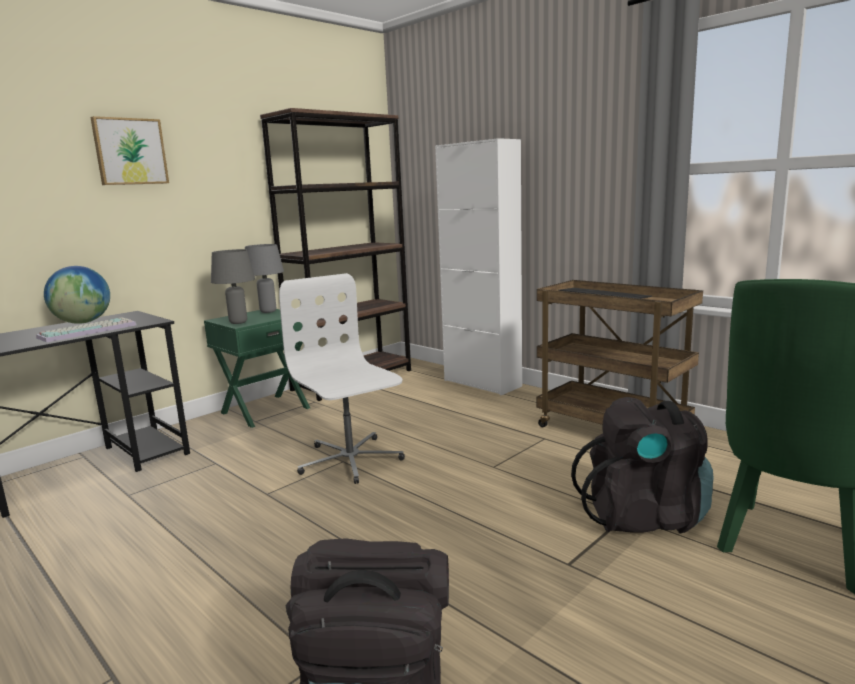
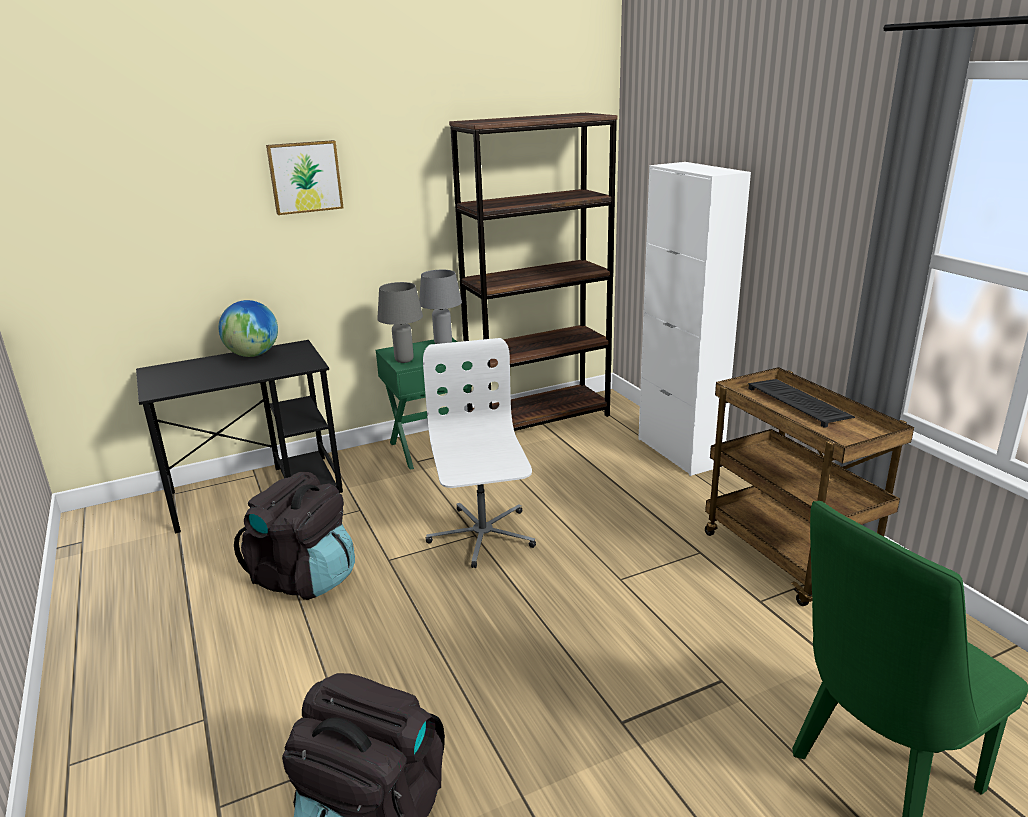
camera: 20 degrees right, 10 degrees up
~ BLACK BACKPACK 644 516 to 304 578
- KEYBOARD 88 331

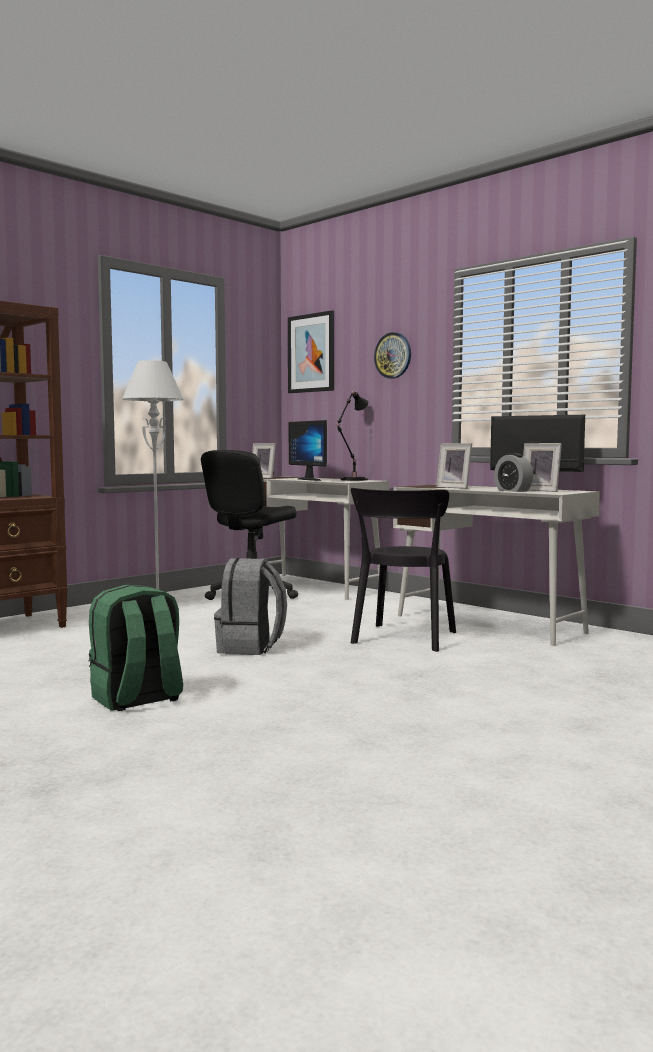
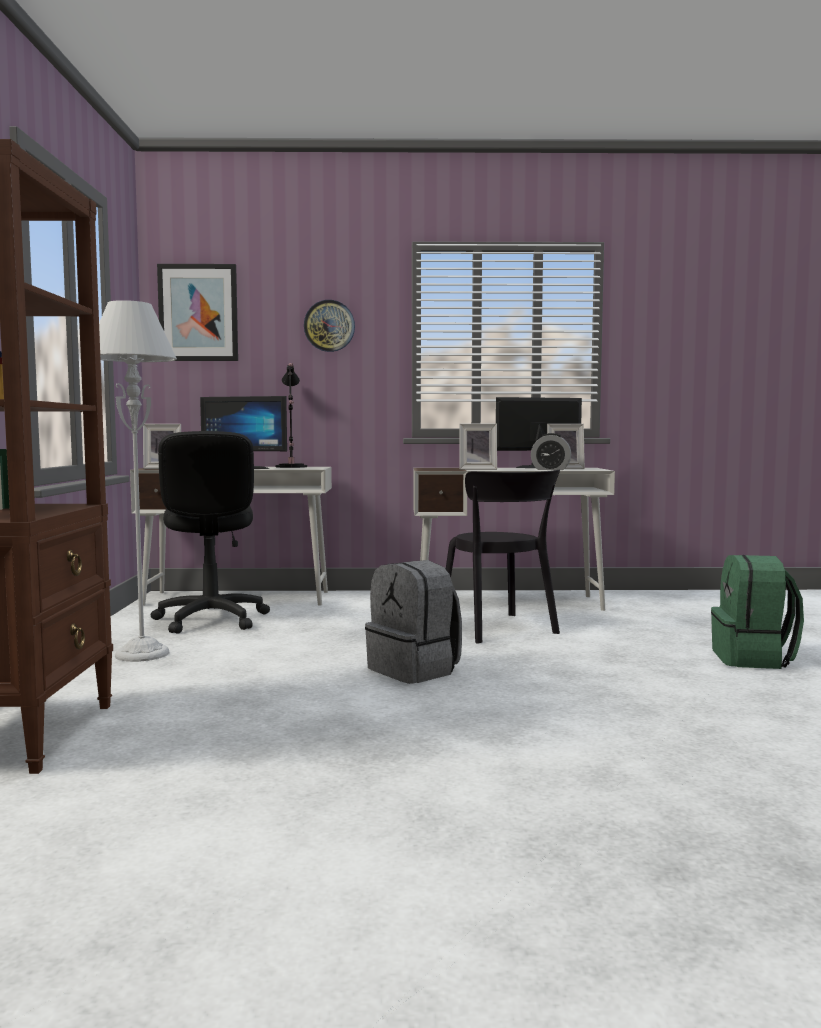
camera: 45 degrees left, 0 degrees up
~ GREEN BACKPACK 137 699 to 753 659

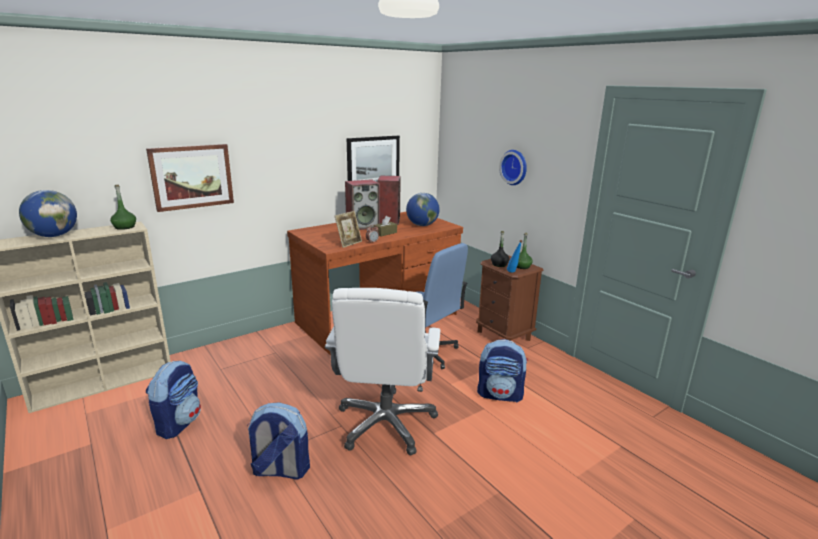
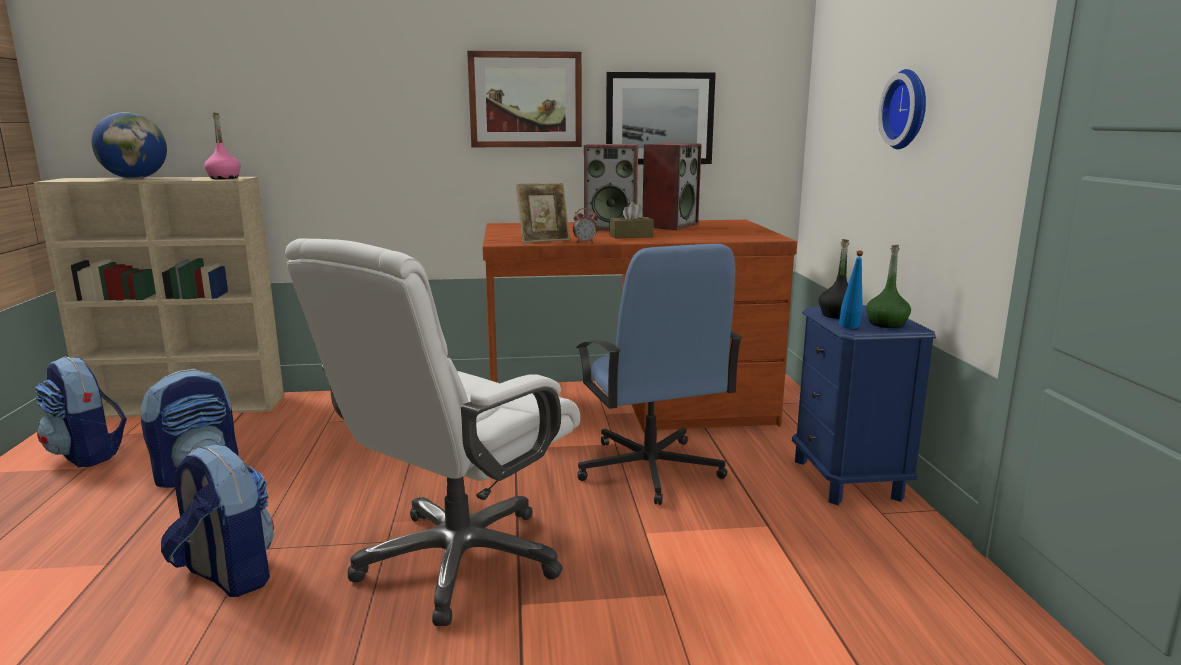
camera: 30 degrees right, 5 degrees down
~ BACKPACK 500 394 to 87 455
~ GREEN BOTTLE 124 227 to PINK BOTTLE 224 178
~ PICTURE 192 176 to 525 100
~ BROWN NIGHTSTAND 503 335 to BLUE NIGHTSTAND 847 479
- GLOBE 422 225

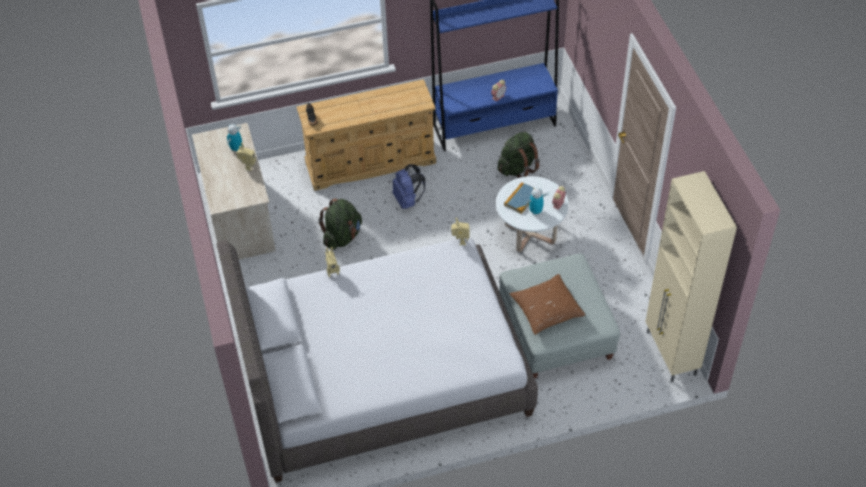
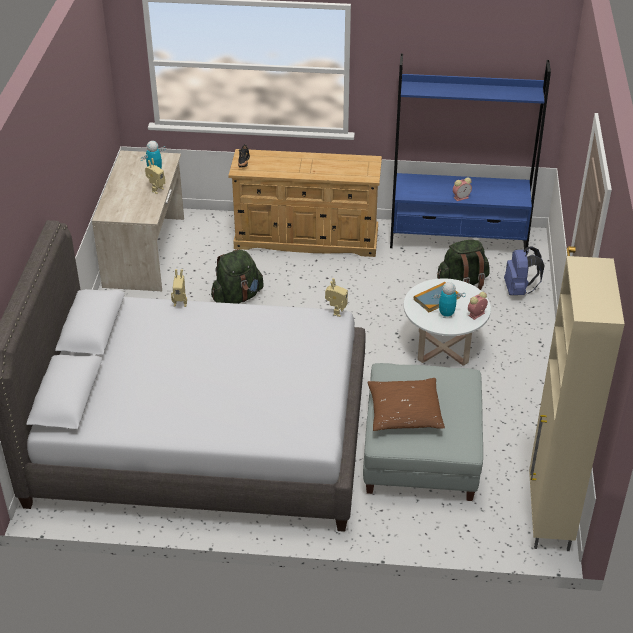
camera: 20 degrees right, 10 degrees down
~ BLUE BACKPACK 408 200 to 519 290

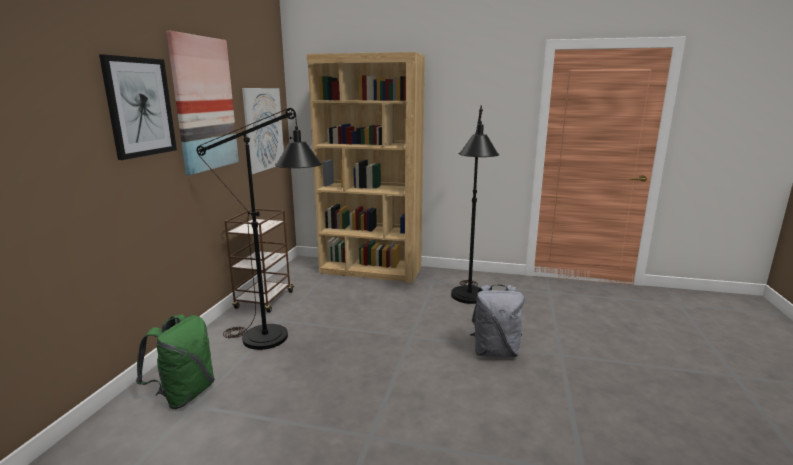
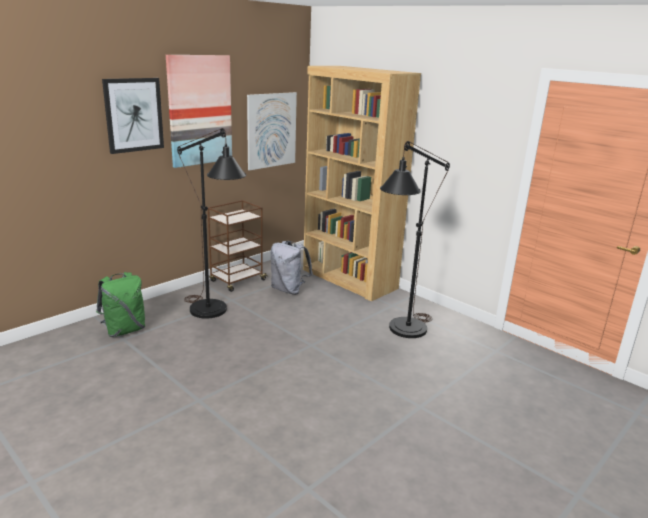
camera: 30 degrees right, 5 degrees up
~ GREY BACKPACK 495 351 to 289 290

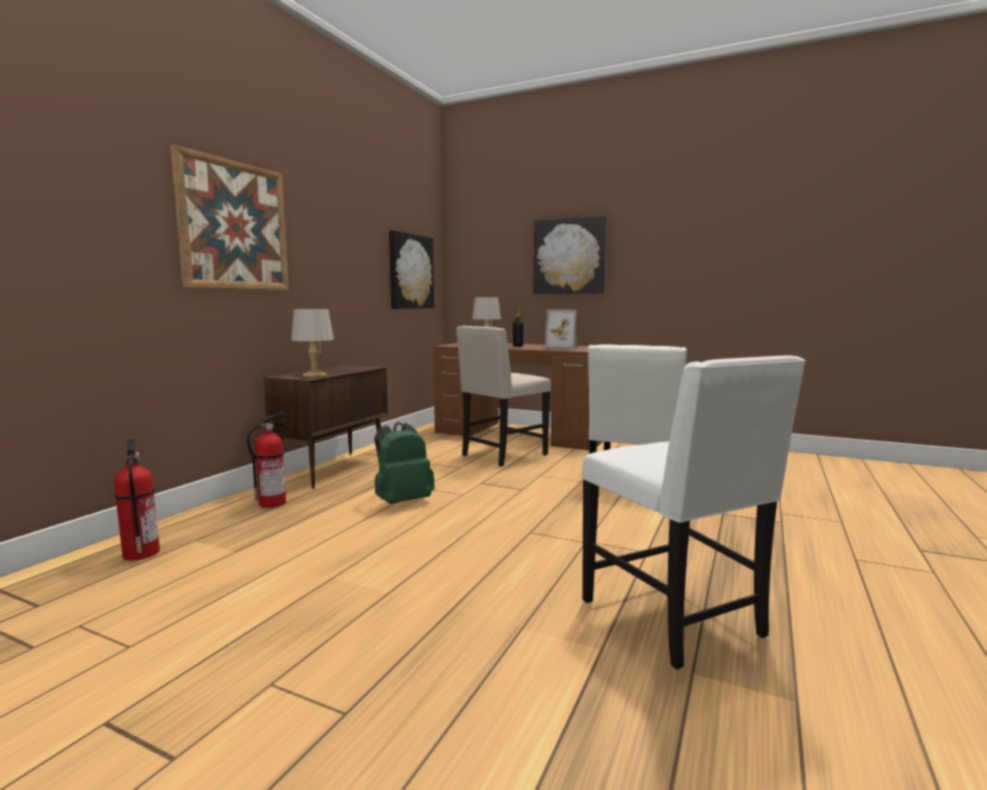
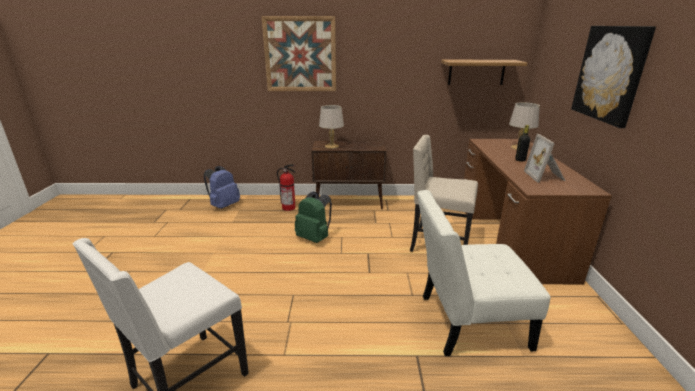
camera: 65 degrees right, 15 degrees up
~ FIRE EXTINGUISHER 140 553 to BLUE BACKPACK 224 206
~ PICTURE 410 271 to SHELF 476 72

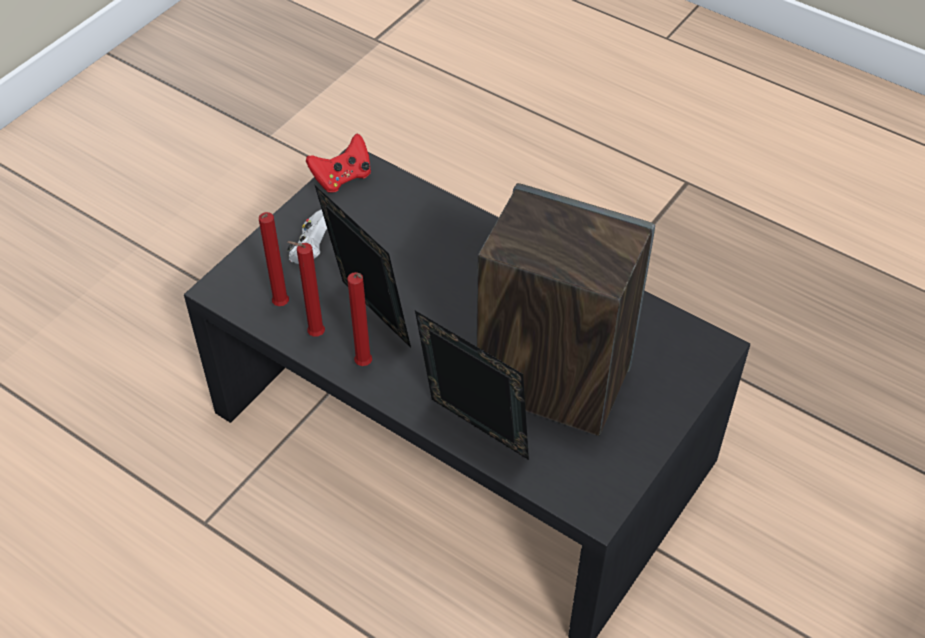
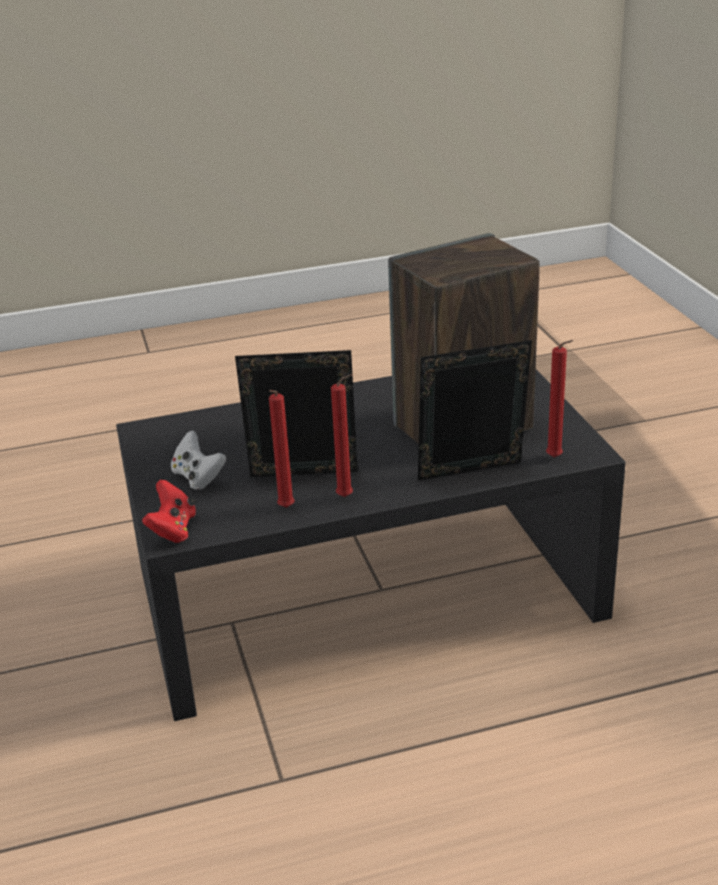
camera: 50 degrees left, 20 degrees down
~ RED GAME CONTROLLER 342 178 to 173 529
~ RED CANDLE 280 306 to 556 458

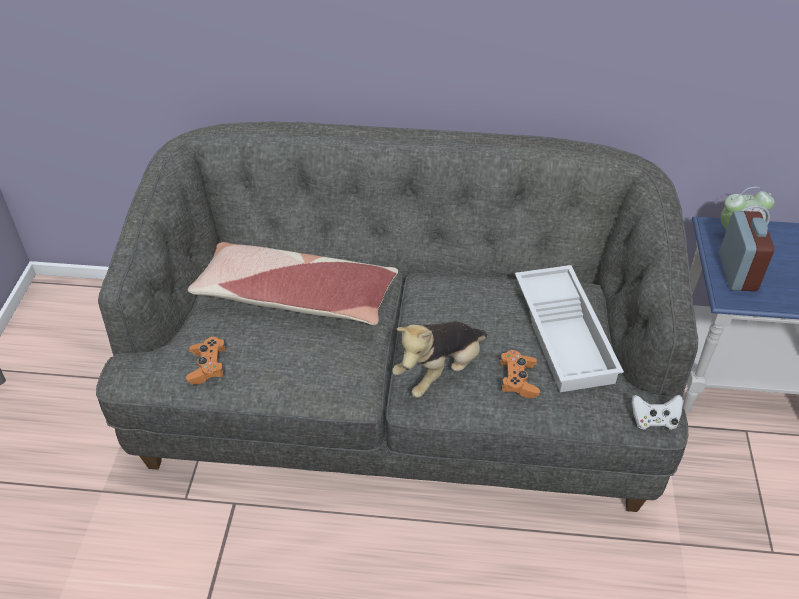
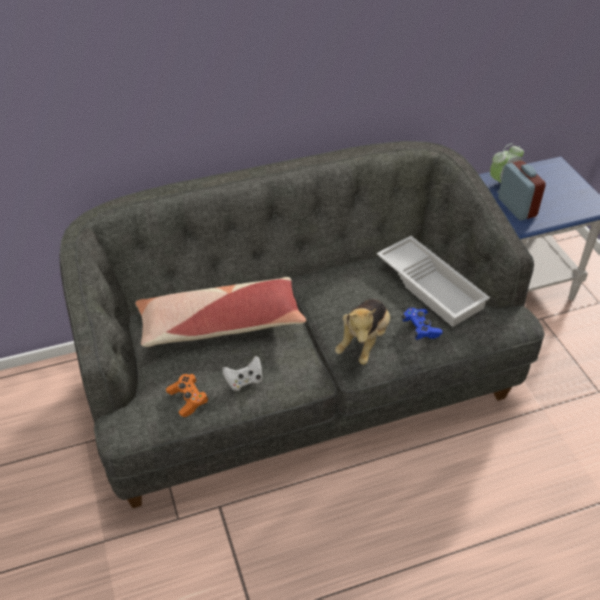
camera: 25 degrees left, 0 degrees up
~ WHITE GAME CONTROLLER 654 420 to 244 381
~ ORANGE GAME CONTROLLER 518 380 to BLUE GAME CONTROLLER 420 328

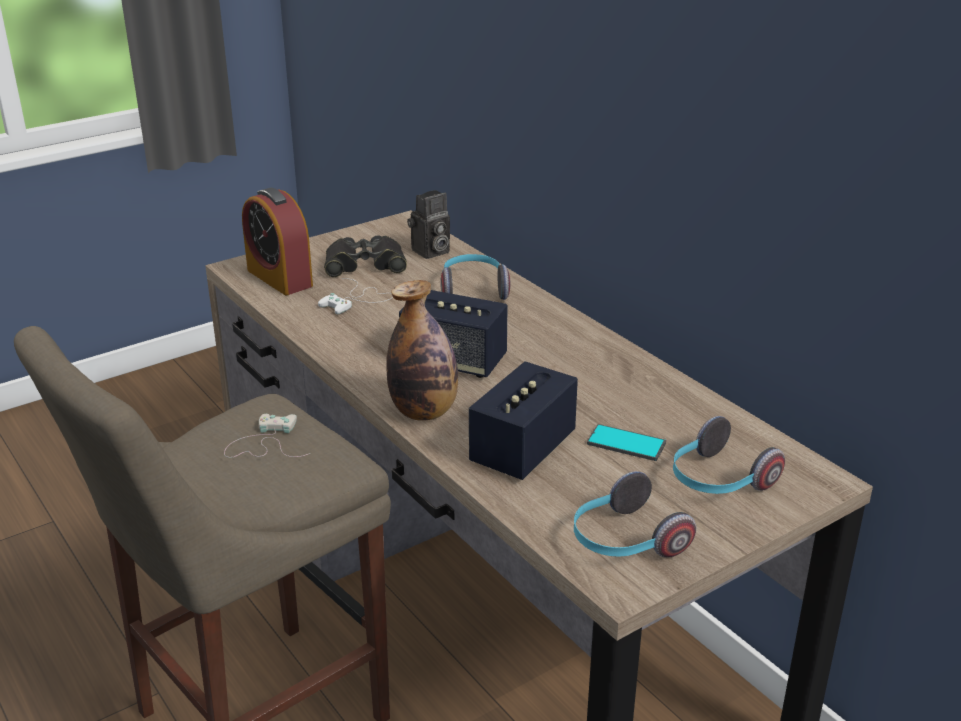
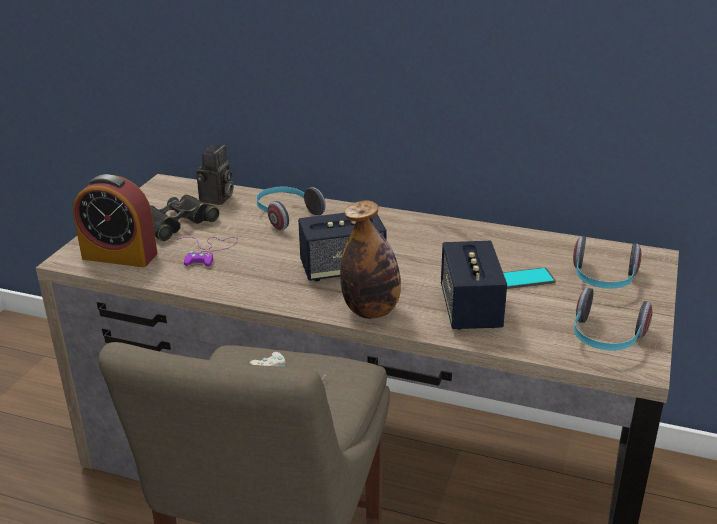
camera: 35 degrees left, 0 degrees up
~ WHITE GAME CONTROLLER 357 300 to PURPLE GAME CONTROLLER 209 251

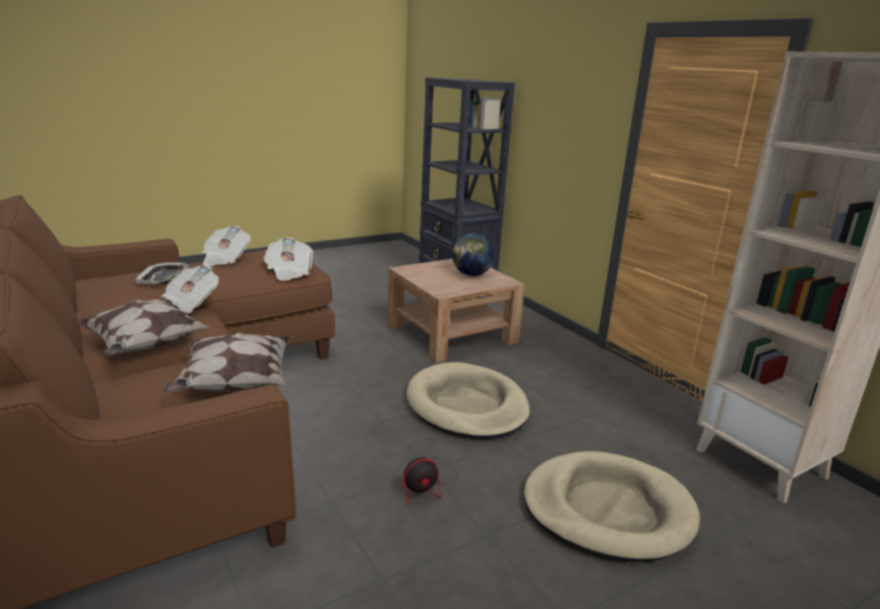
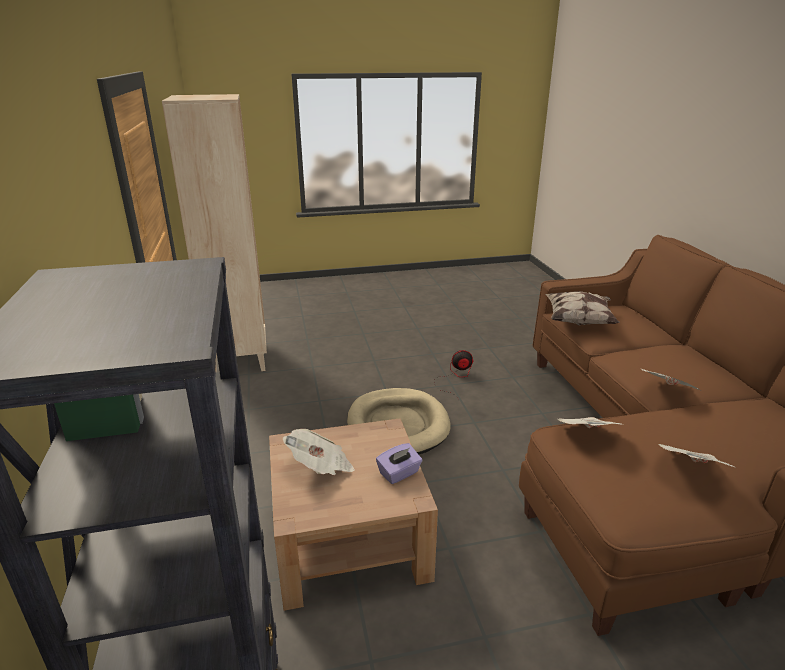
camera: 160 degrees left, 5 degrees up
~ GLOBE 471 275 to NEWSPAPER 321 467
+ PURPLE TISSUE BOX 399 473
- PILLOW 145 346
- TRAY 164 278
- BEIGE DOG BED 607 510

